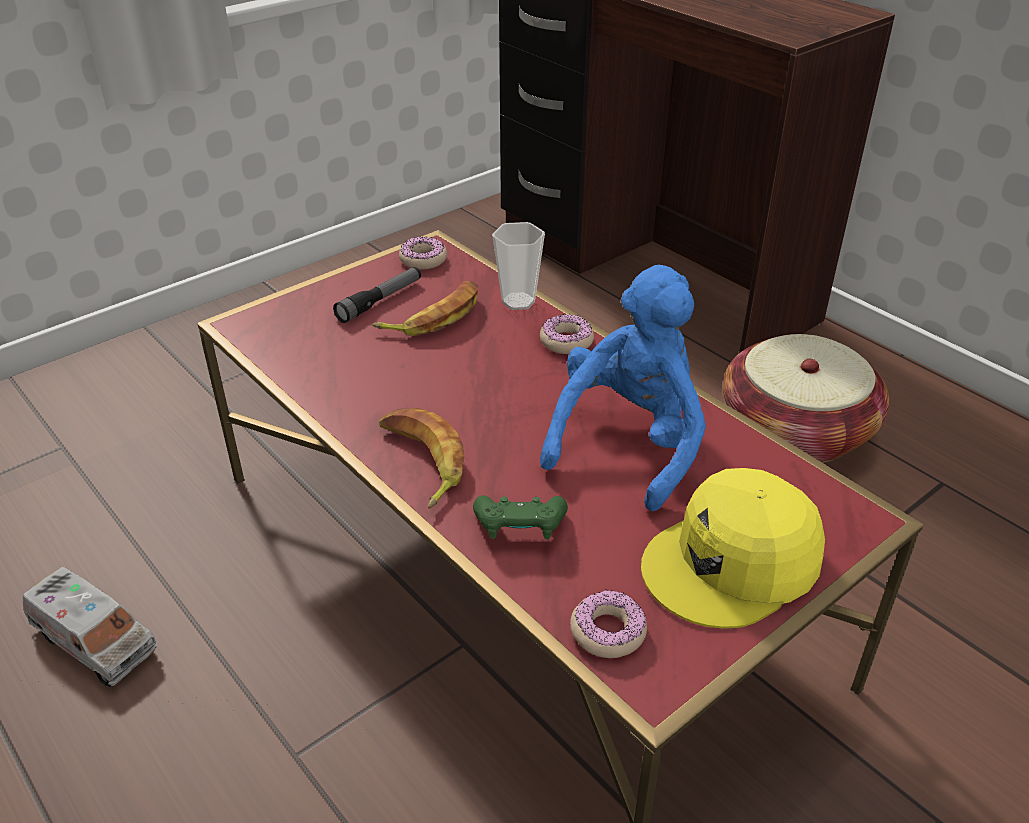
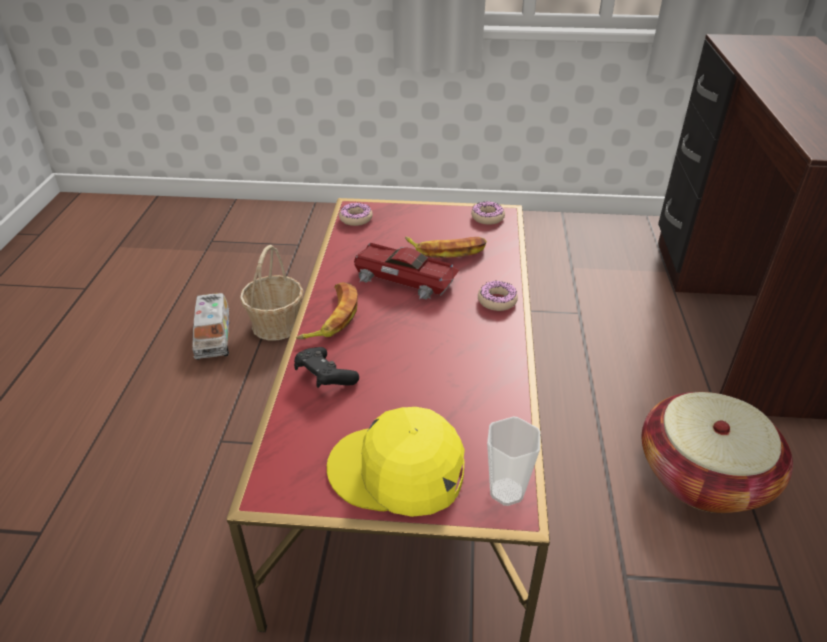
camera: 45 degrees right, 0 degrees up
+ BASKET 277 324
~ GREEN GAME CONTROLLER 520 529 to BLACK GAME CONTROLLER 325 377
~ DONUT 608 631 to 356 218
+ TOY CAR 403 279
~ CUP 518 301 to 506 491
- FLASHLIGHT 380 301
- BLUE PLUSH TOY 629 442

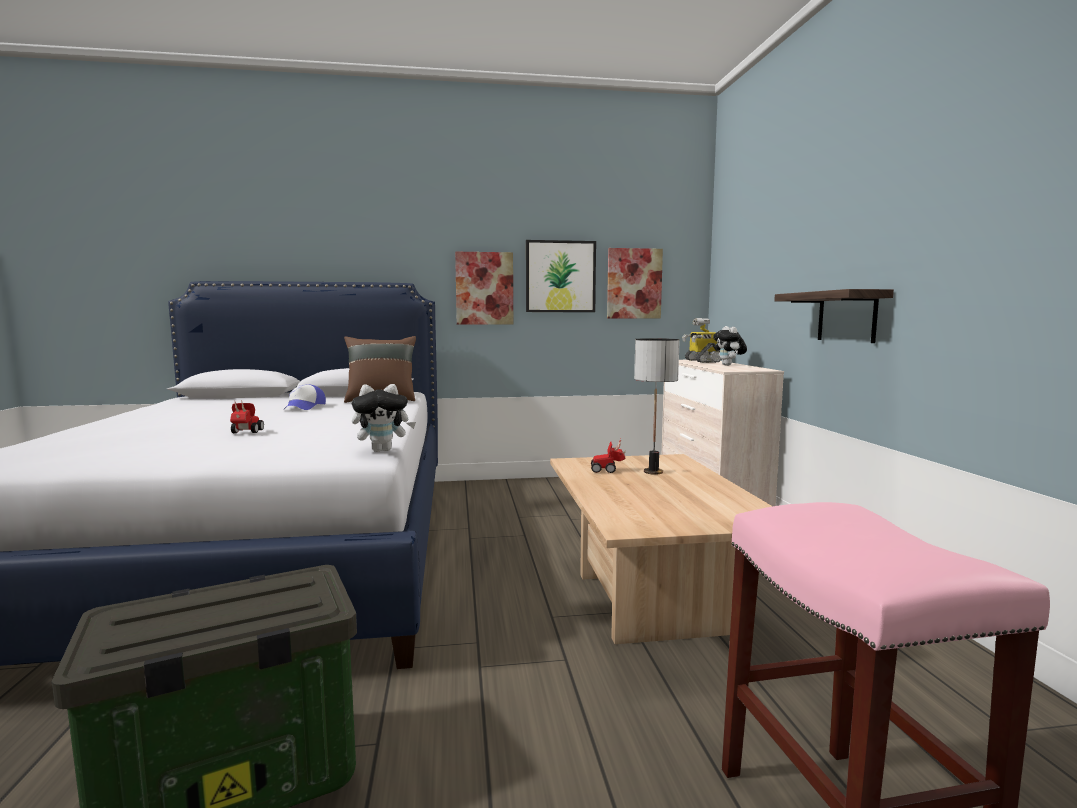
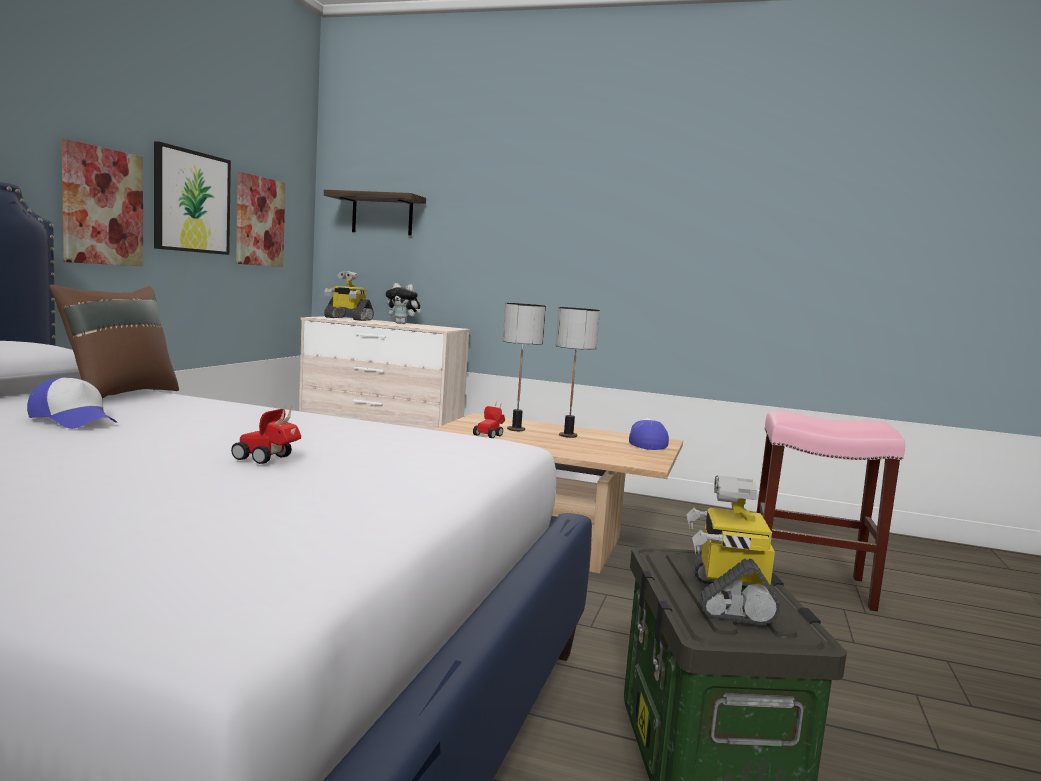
camera: 65 degrees left, 0 degrees up
~ SHELF 846 316 to 382 214
+ TABLE LAMP 568 435
+ CAP 646 443
+ TOY ROBOT 728 598
- PLUSH TOY 383 450

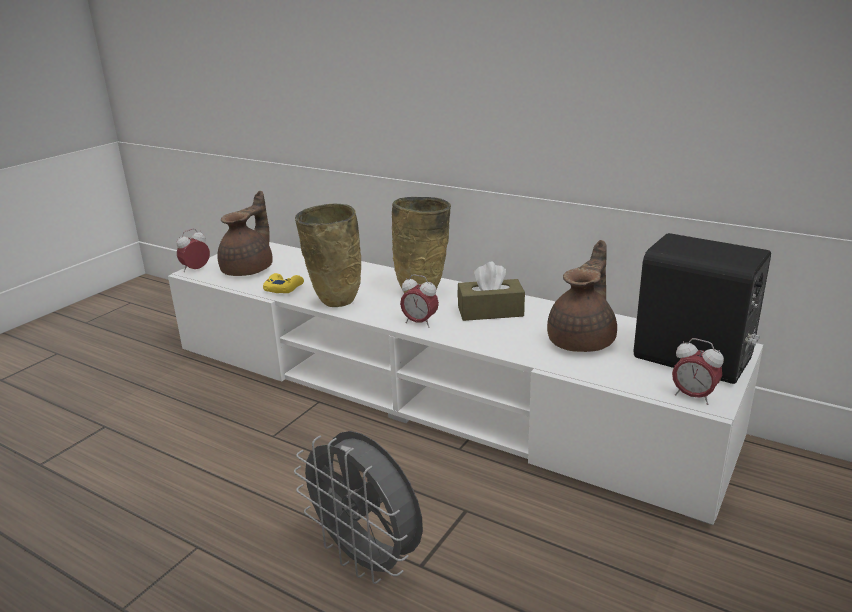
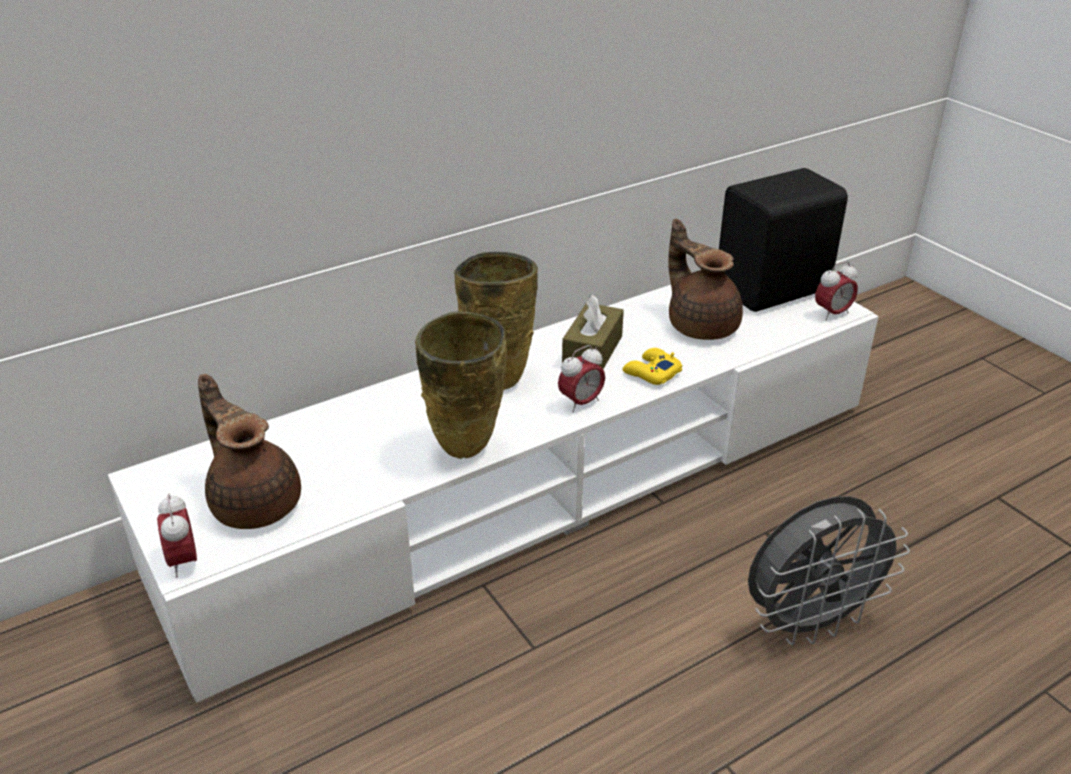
camera: 65 degrees left, 10 degrees up
~ YELLOW GAME CONTROLLER 283 288 to 651 373

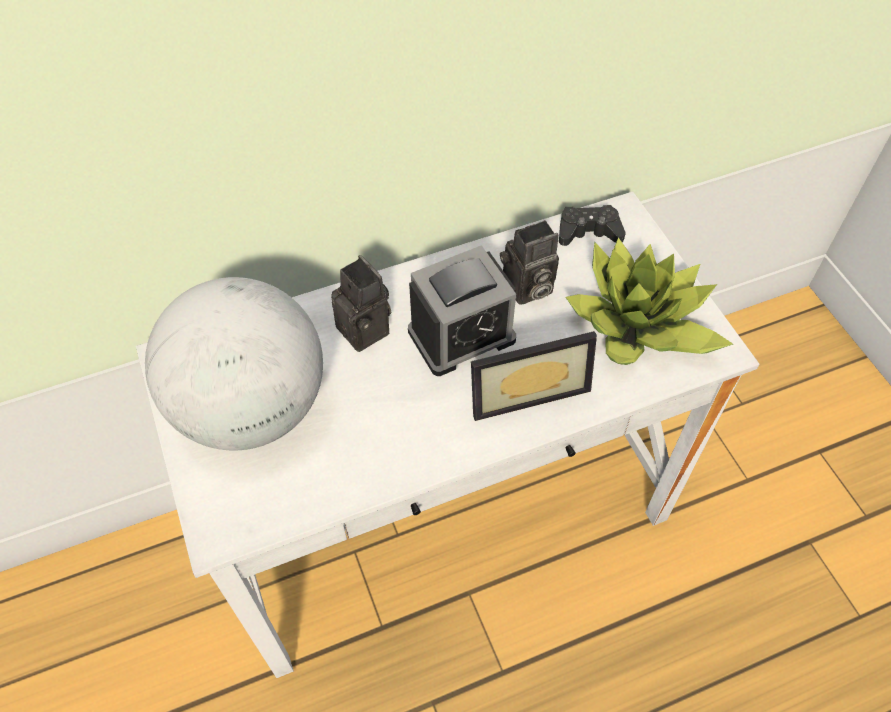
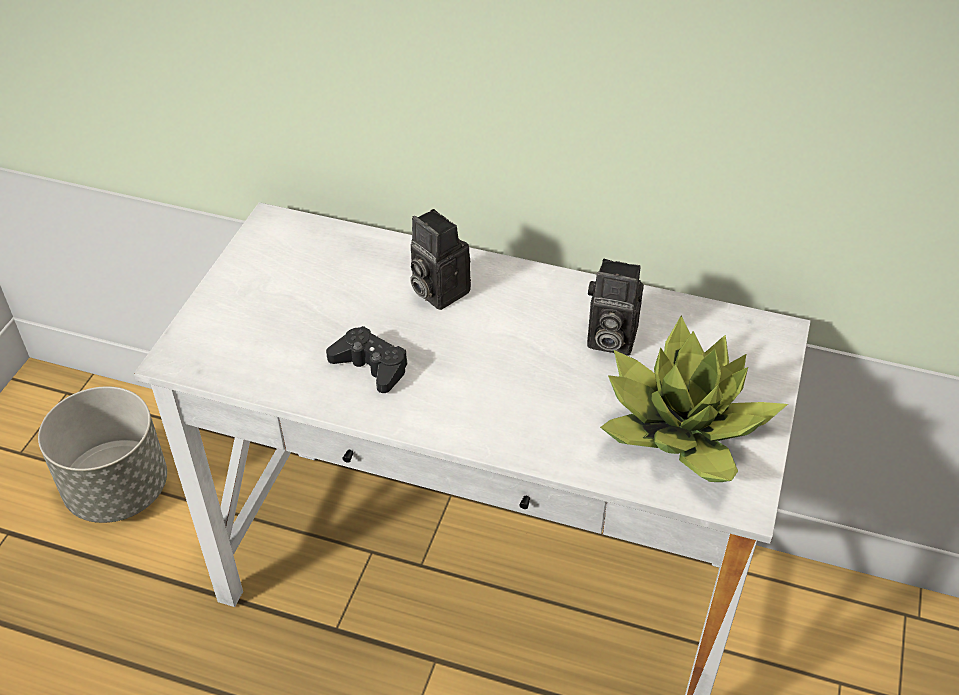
camera: 40 degrees right, 10 degrees down
+ GREY PLANTER 118 489
~ BLACK GAME CONTROLLER 588 232 to 371 366
~ PHOTO CAMERA 367 330 = 436 290 135 degrees clockwise
- GLOBE 251 408
- ALARM CLOCK 461 335
- PICTURE FRAME 526 387

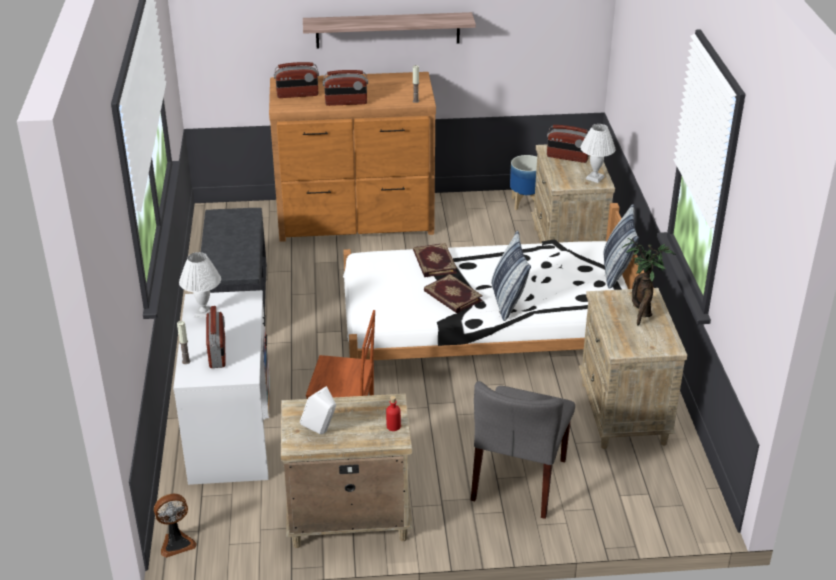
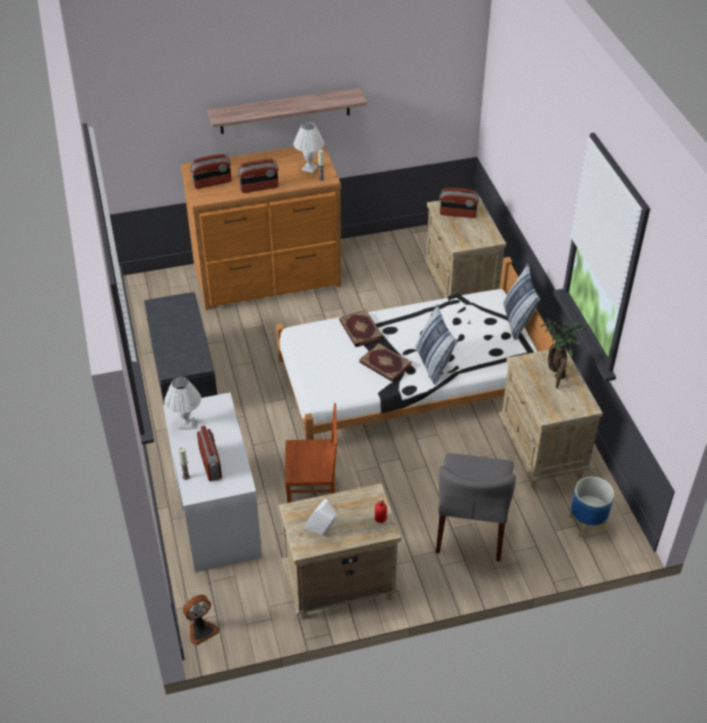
camera: 10 degrees left, 10 degrees up
~ WHITE TABLE LAMP 594 178 to 309 168
~ PLANTER 524 203 to 586 524

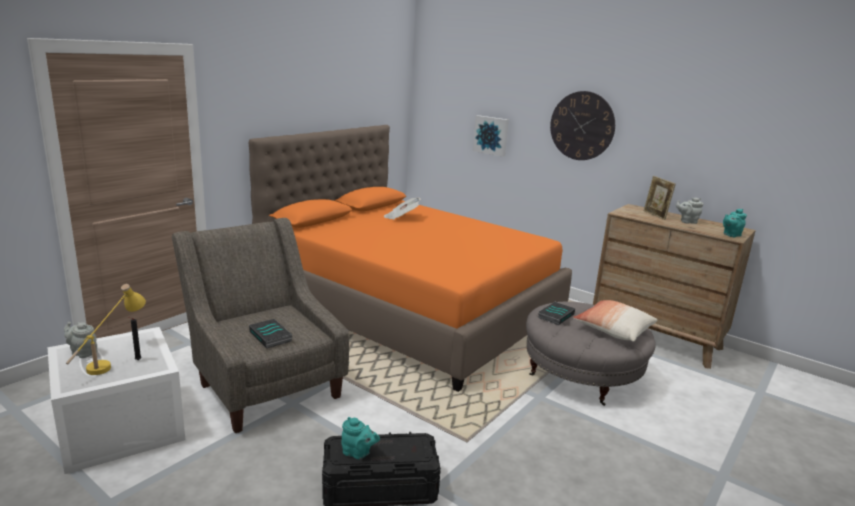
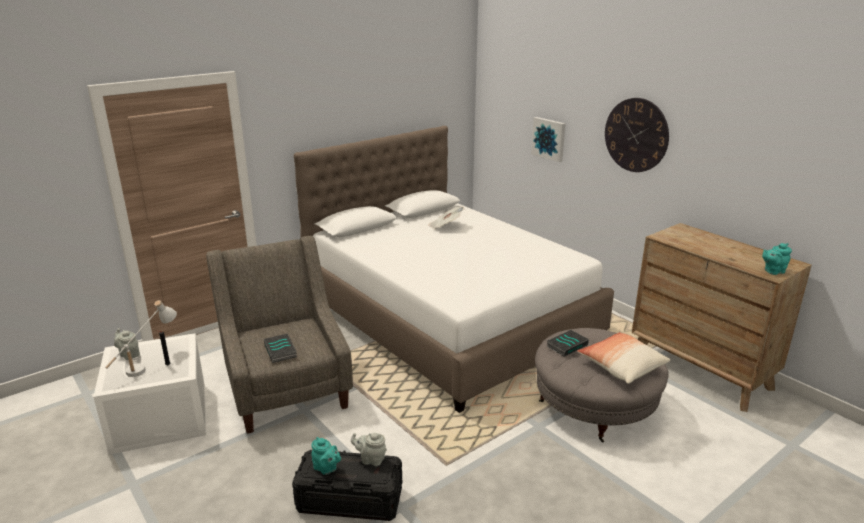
camera: 15 degrees right, 5 degrees up
~ YELLOW TABLE LAMP 111 361 to WHITE TABLE LAMP 147 365
~ ORANGE BED 410 308 to WHITE BED 448 318
~ GREY TEAPOT 687 221 to 371 459
- PICTURE FRAME 655 215

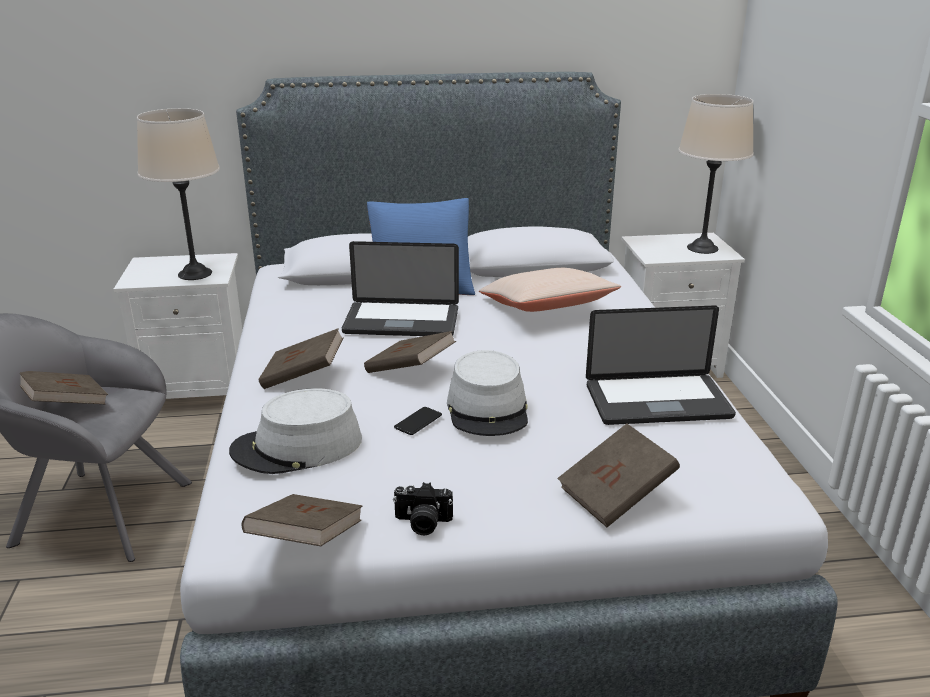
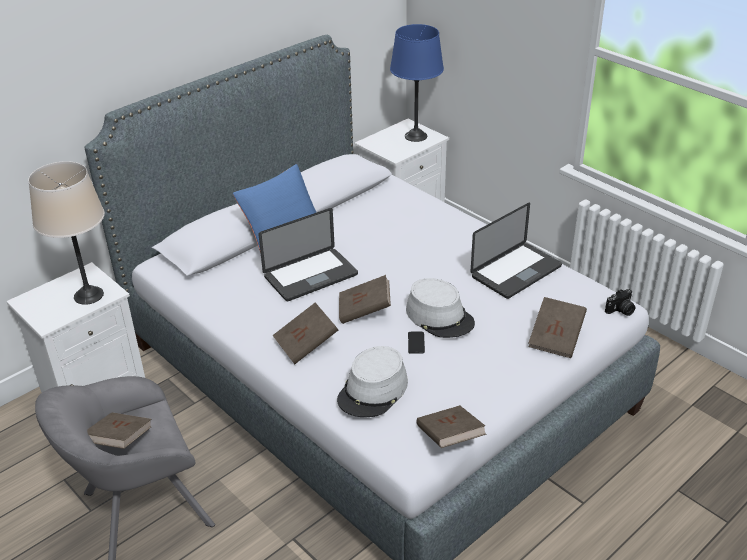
camera: 35 degrees left, 10 degrees up
~ BEIGE TABLE LAMP 702 248 to BLUE TABLE LAMP 415 136
~ PHOTO CAMERA 422 523 to 620 310
- BEIGE PILLOW 546 309

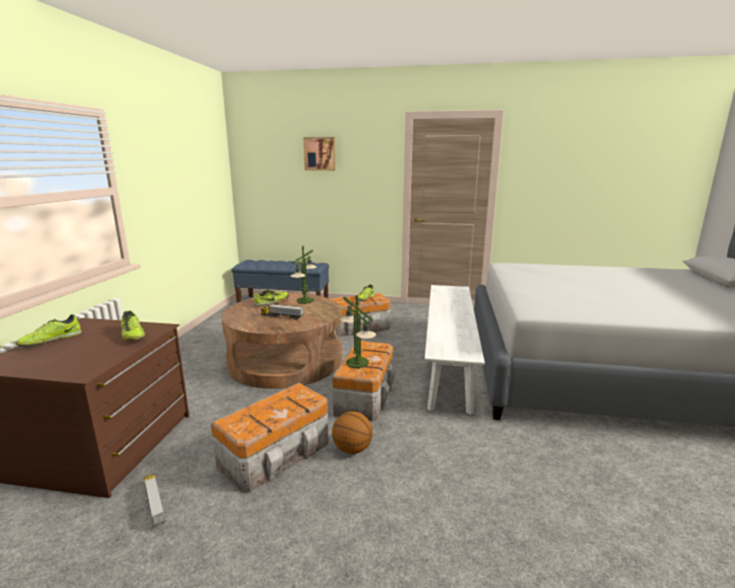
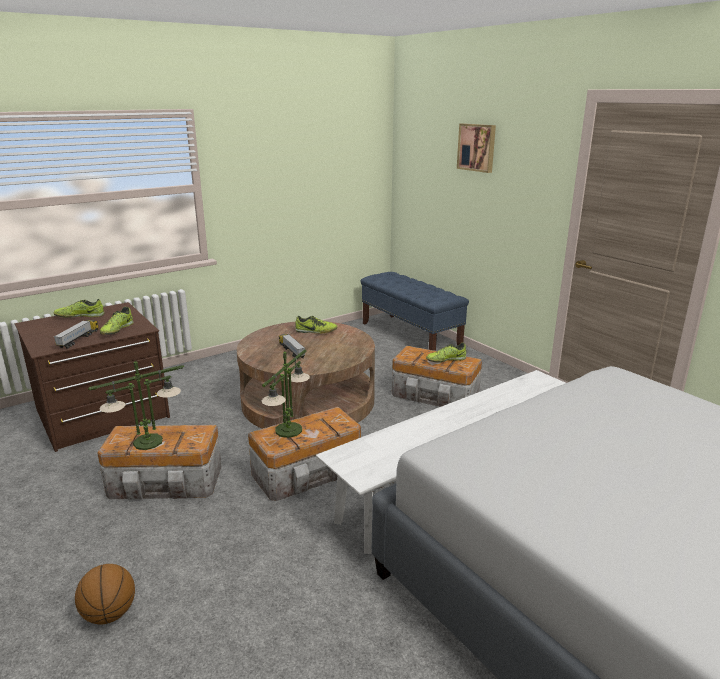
camera: 45 degrees right, 5 degrees up
~ TOY TRUCK 155 505 to 79 339
~ BASKETBALL 352 449 to 109 614
~ TABLE LAMP 305 300 to 148 442

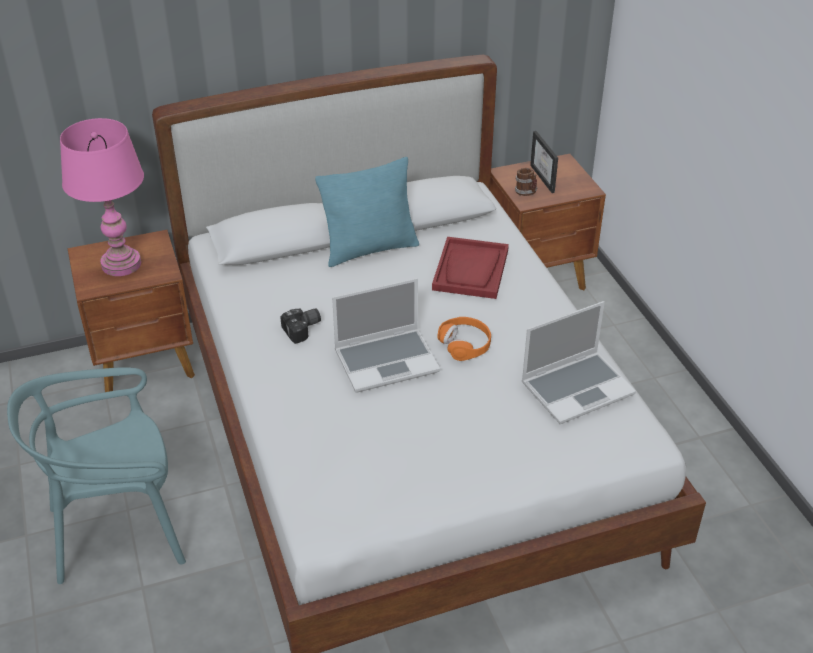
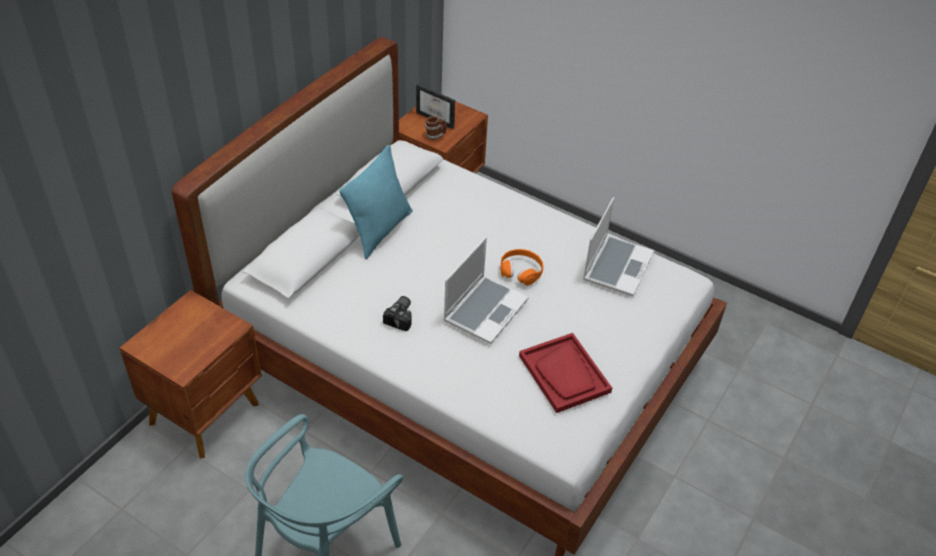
camera: 40 degrees left, 5 degrees up
~ RED TRAY 471 270 to 564 374
- PINK TABLE LAMP 121 264

